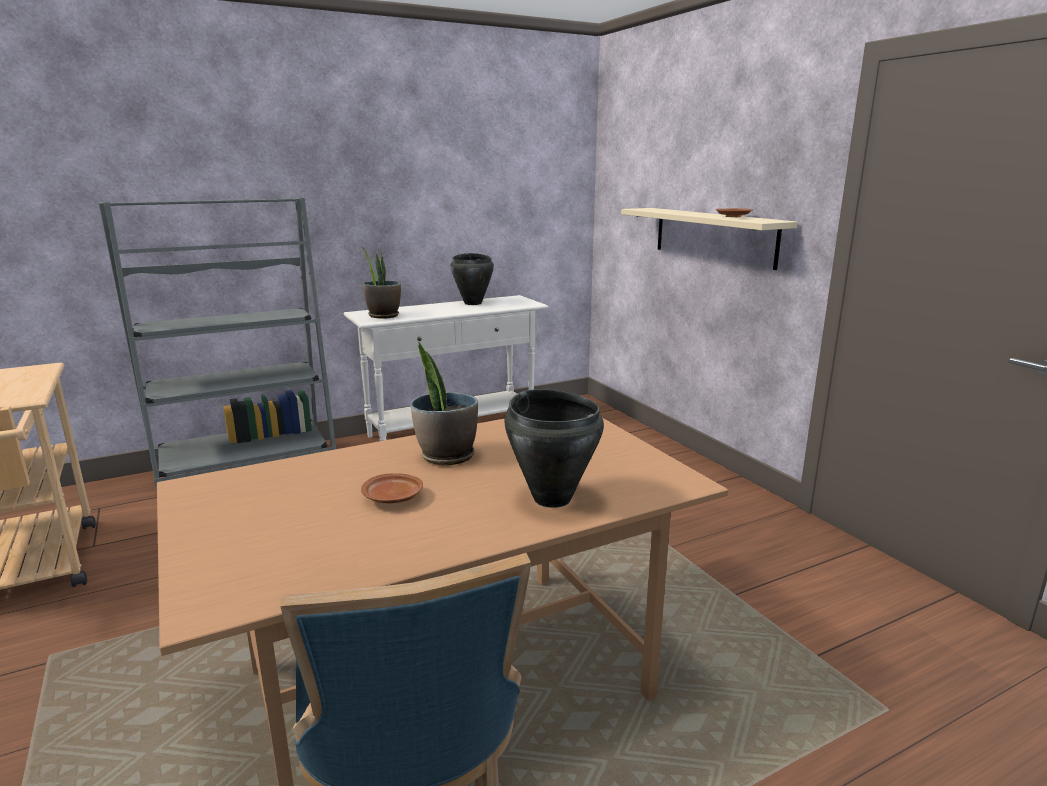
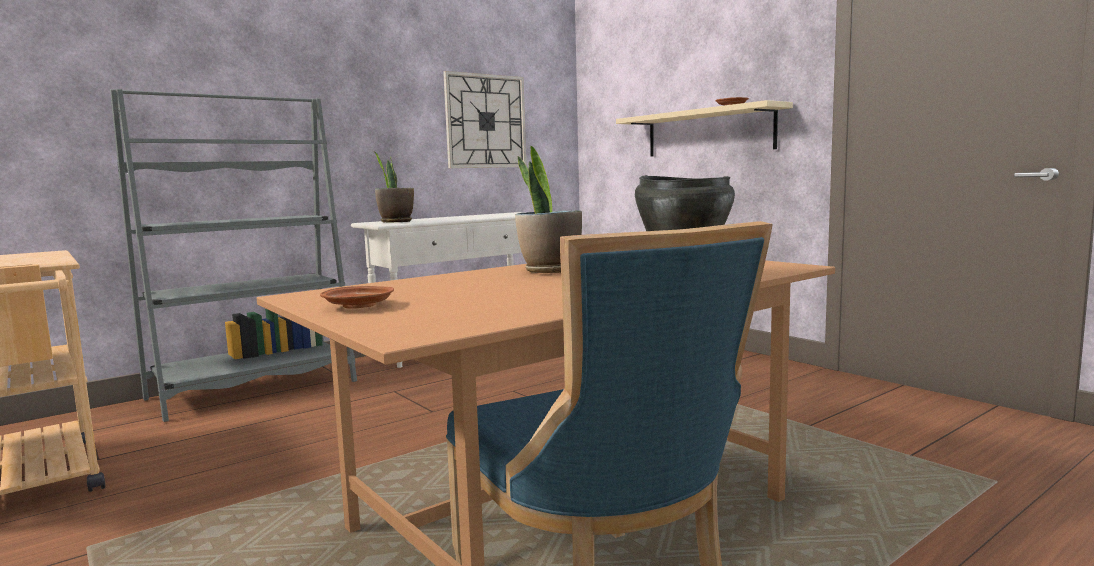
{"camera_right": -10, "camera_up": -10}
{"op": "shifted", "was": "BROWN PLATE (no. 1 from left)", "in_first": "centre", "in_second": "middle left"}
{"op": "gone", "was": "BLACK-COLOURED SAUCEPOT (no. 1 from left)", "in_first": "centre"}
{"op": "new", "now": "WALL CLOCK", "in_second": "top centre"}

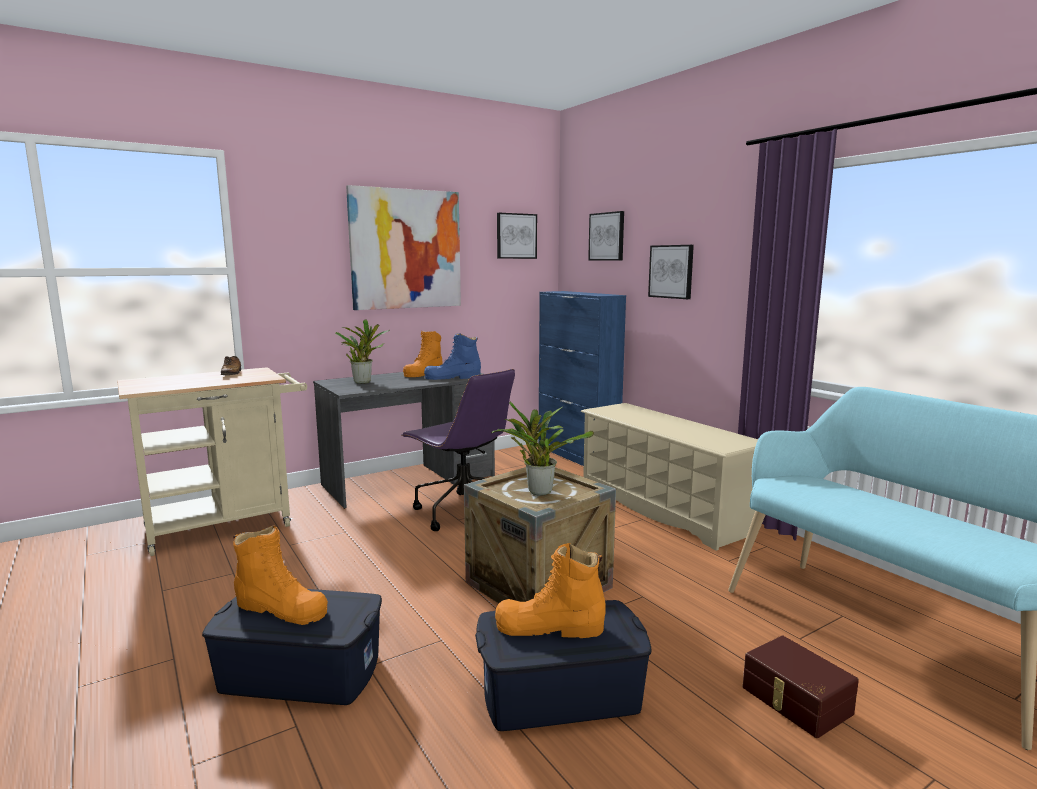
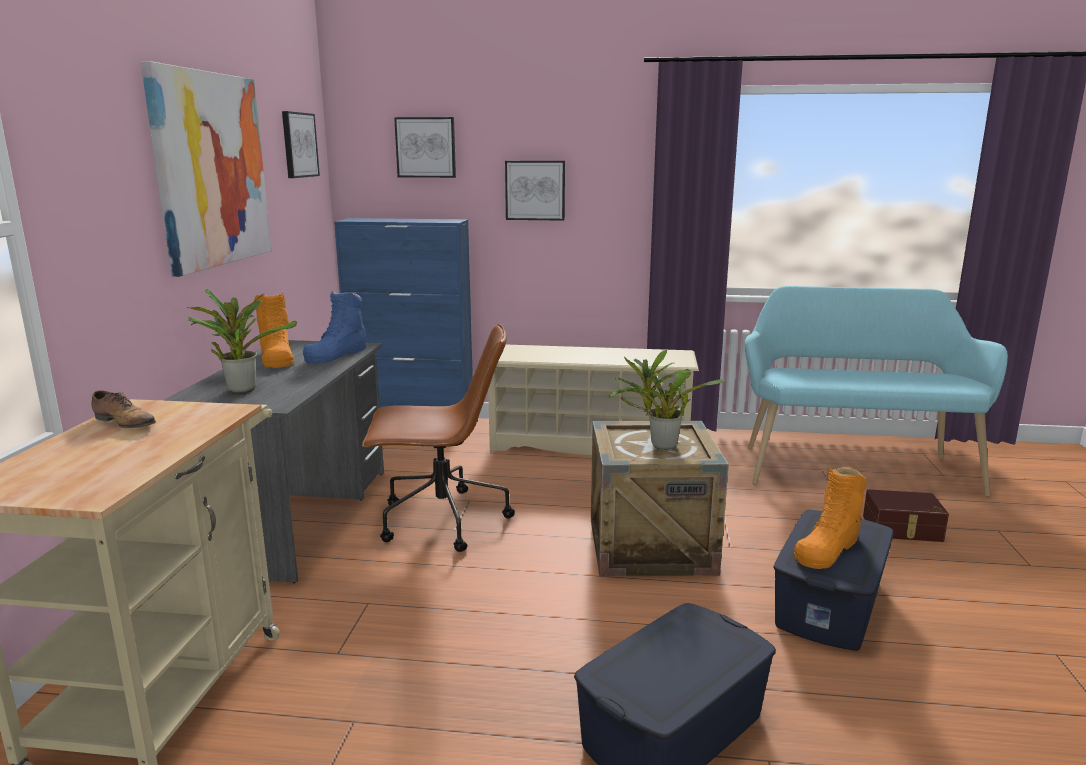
{"camera_right": -50, "camera_up": 5}
{"op": "gone", "was": "ORANGE-COLOURED HIGH-TOP BOOT (no. 1 from left)", "in_first": "bottom left"}
{"op": "repainted", "was": "PURPLE-COLOURED OFFICE CHAIR", "now": "BROWN OFFICE CHAIR", "in_first": "centre", "in_second": "centre"}

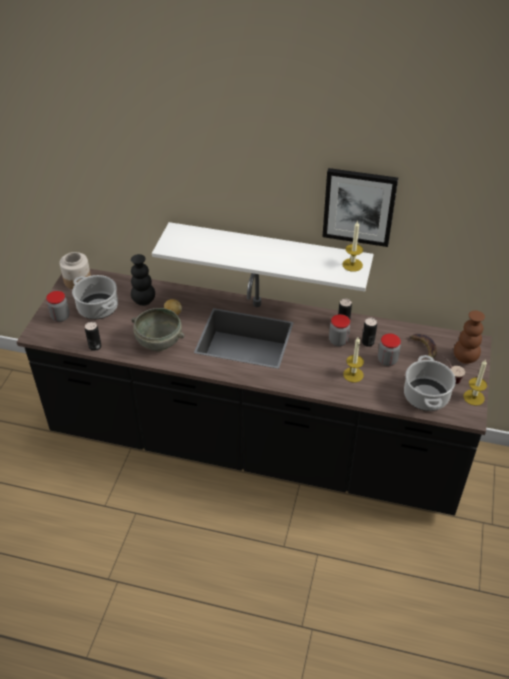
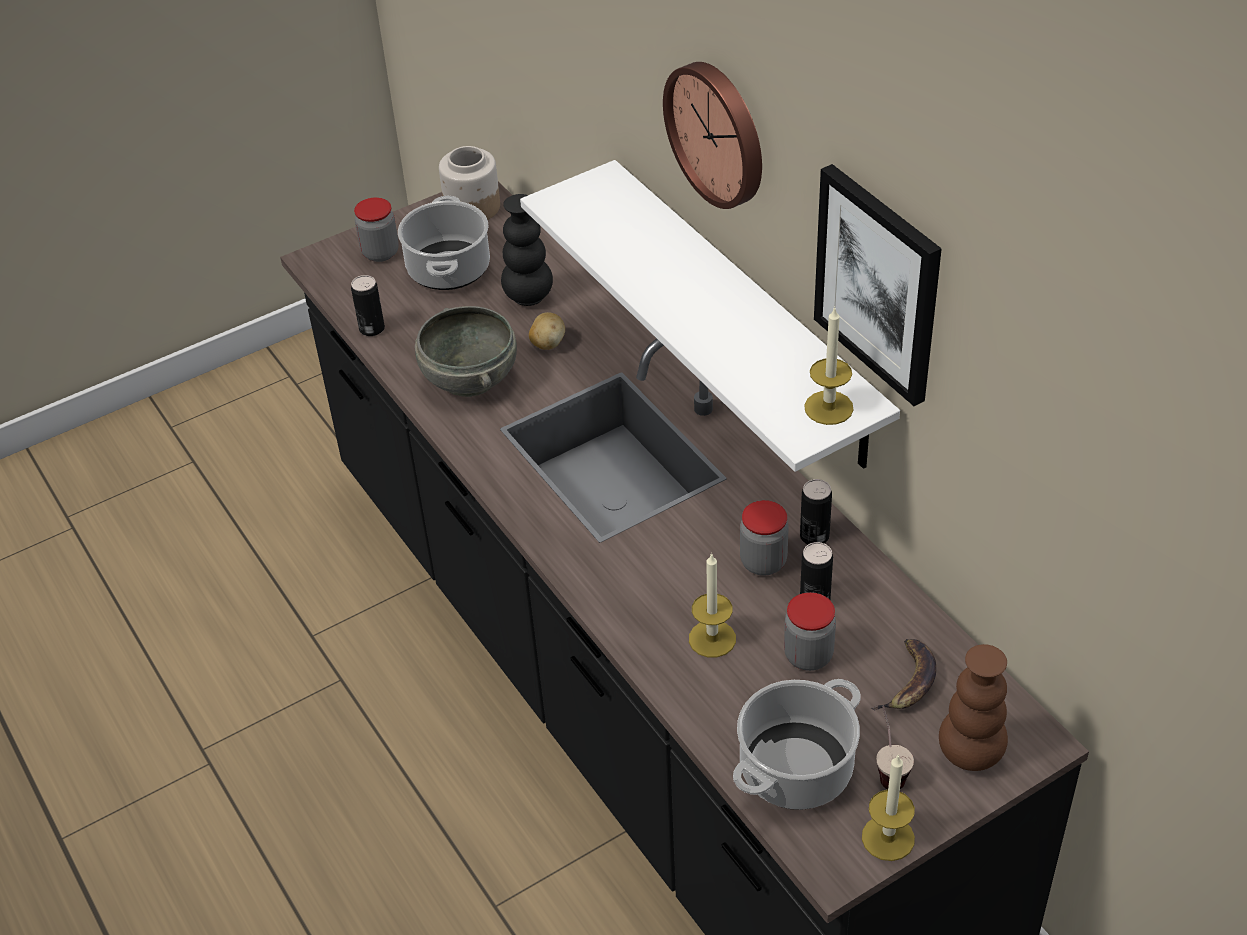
{"camera_right": 45, "camera_up": 0}
{"op": "new", "now": "WALL CLOCK", "in_second": "top centre"}

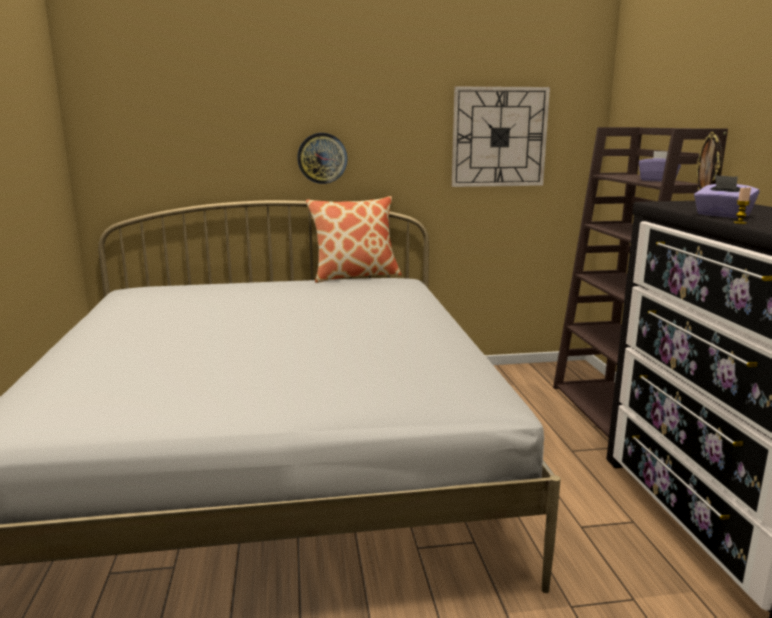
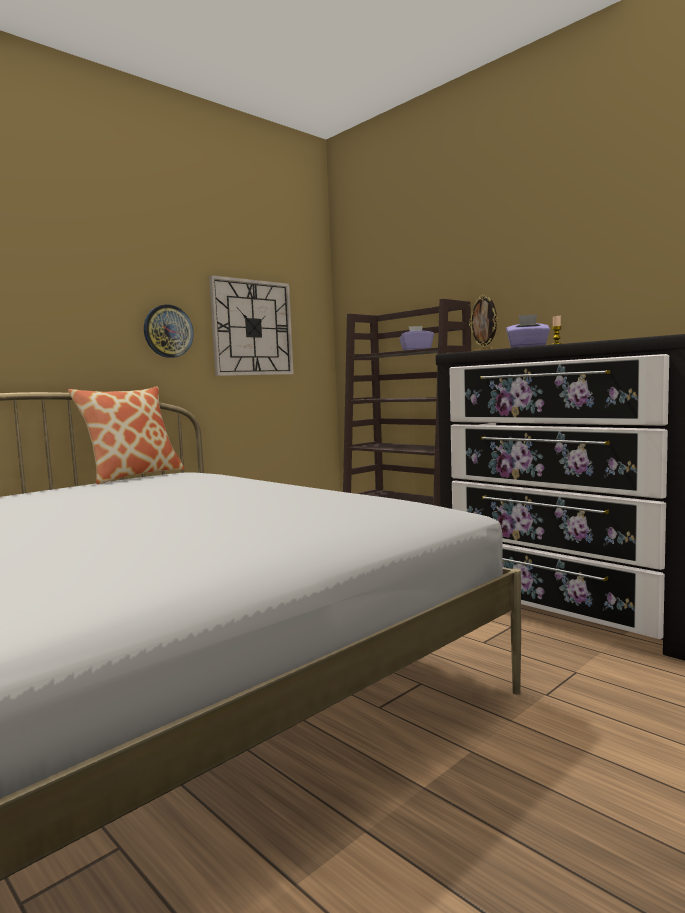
{"camera_right": -35, "camera_up": -10}
{"op": "shifted", "was": "WALL CLOCK (no. 1 from left)", "in_first": "top centre", "in_second": "middle left"}

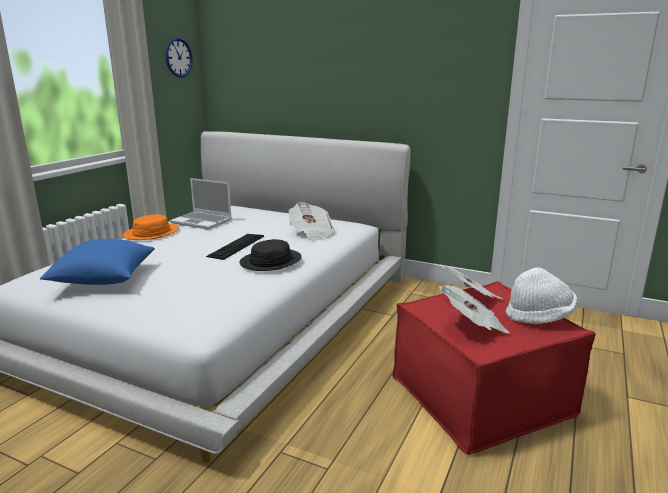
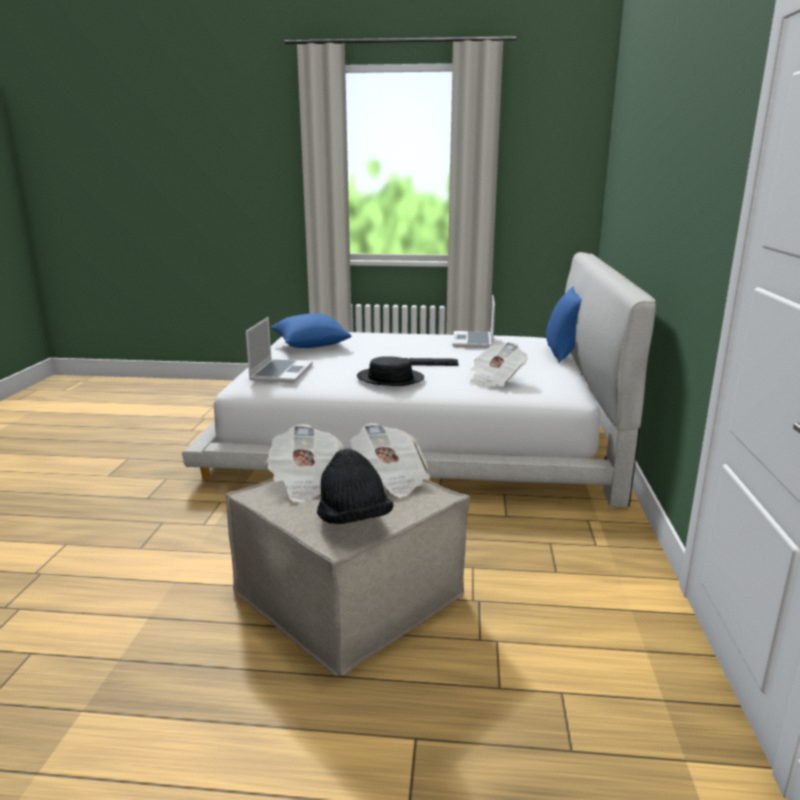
{"camera_right": 70, "camera_up": 0}
{"op": "gone", "was": "ORANGE-COLOURED HAT", "in_first": "middle left"}
{"op": "gone", "was": "WALL CLOCK", "in_first": "top left"}
{"op": "repainted", "was": "REDDISH POUFFE", "now": "SAND-COLOURED POUFFE", "in_first": "bottom right", "in_second": "bottom centre"}
{"op": "repainted", "was": "WHITE HAT", "now": "BLACK-COLOURED HAT (no. 1 from left)", "in_first": "middle right", "in_second": "centre"}
{"op": "new", "now": "PORTABLE COMPUTER (no. 1 from left)", "in_second": "centre"}
{"op": "new", "now": "BLUE THROW PILLOW (no. 2 from left)", "in_second": "middle right"}

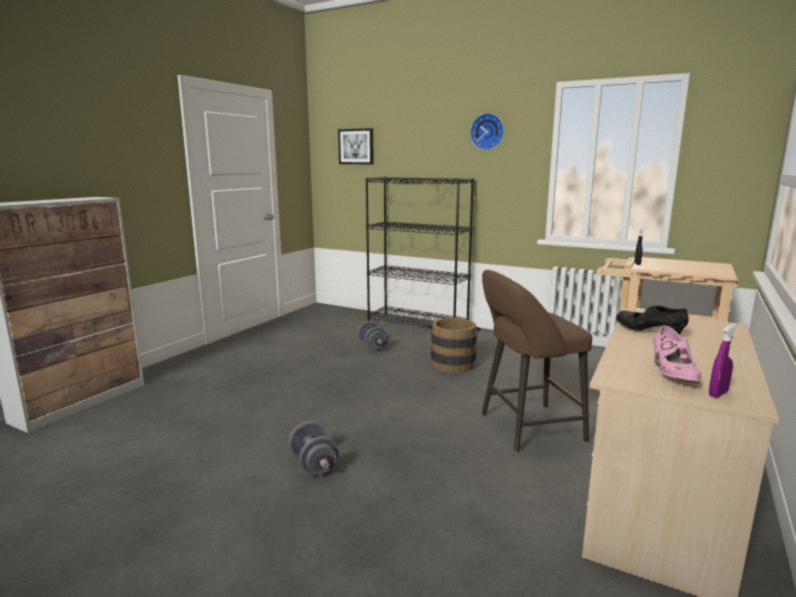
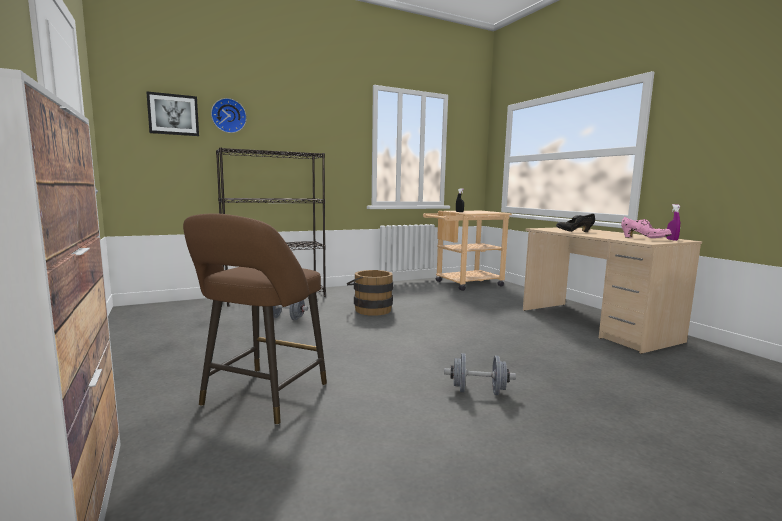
{"camera_right": -55, "camera_up": -5}
{"op": "shifted", "was": "WALL CLOCK", "in_first": "top centre", "in_second": "top left"}
{"op": "shifted", "was": "BROWN STOOL", "in_first": "middle right", "in_second": "middle left"}

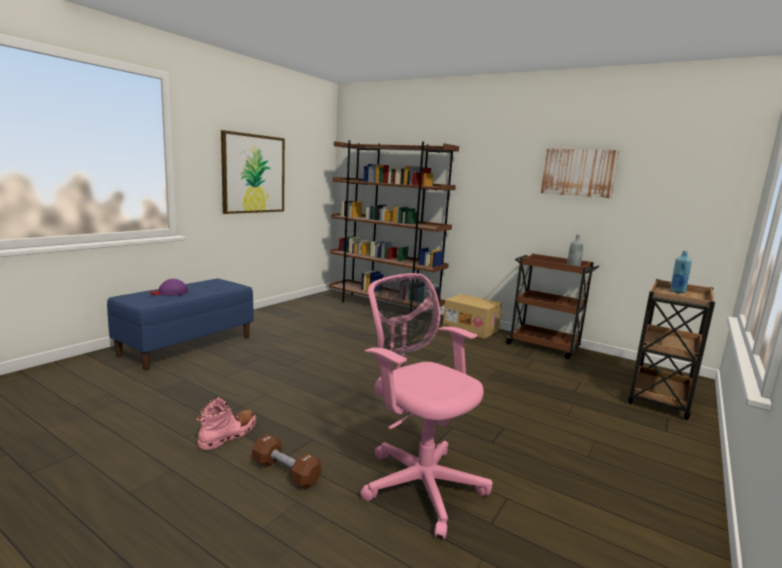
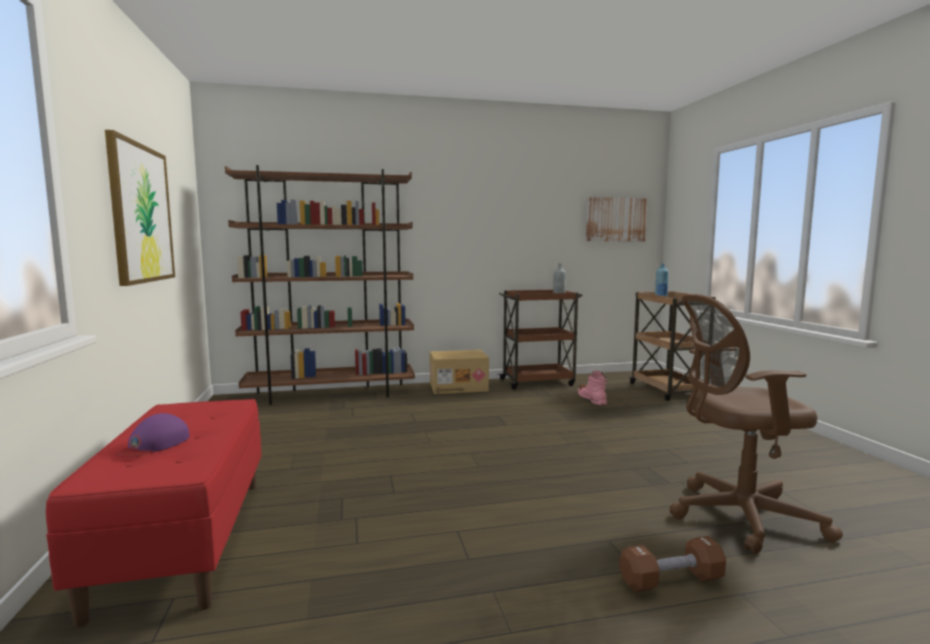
{"camera_right": -45, "camera_up": -5}
{"op": "repainted", "was": "BLUE INDOOR BENCH", "now": "REDDISH INDOOR BENCH", "in_first": "middle left", "in_second": "bottom left"}
{"op": "shifted", "was": "PINKISH HIGH-TOP BOOT", "in_first": "bottom left", "in_second": "centre"}
{"op": "repainted", "was": "PINKISH OFFICE CHAIR", "now": "BROWN OFFICE CHAIR", "in_first": "bottom centre", "in_second": "middle right"}
{"op": "shifted", "was": "PICTURE (no. 2 from left)", "in_first": "top right", "in_second": "centre"}

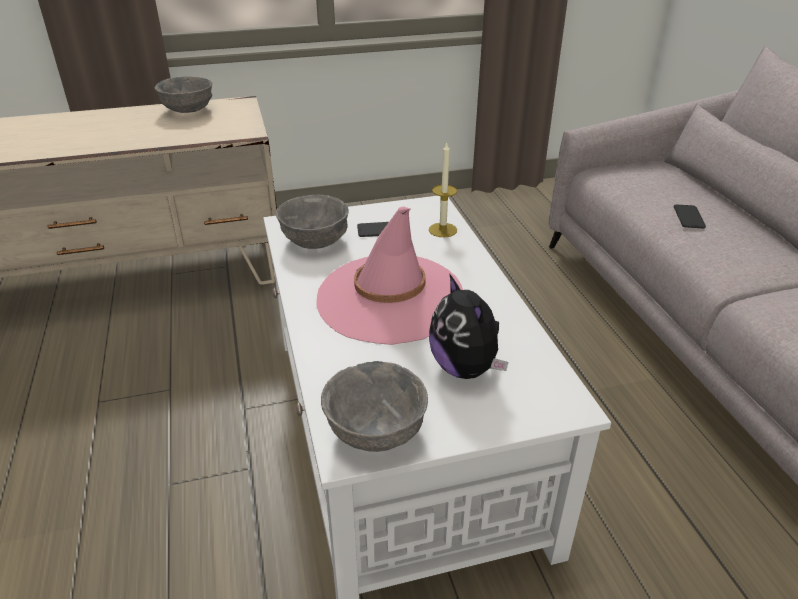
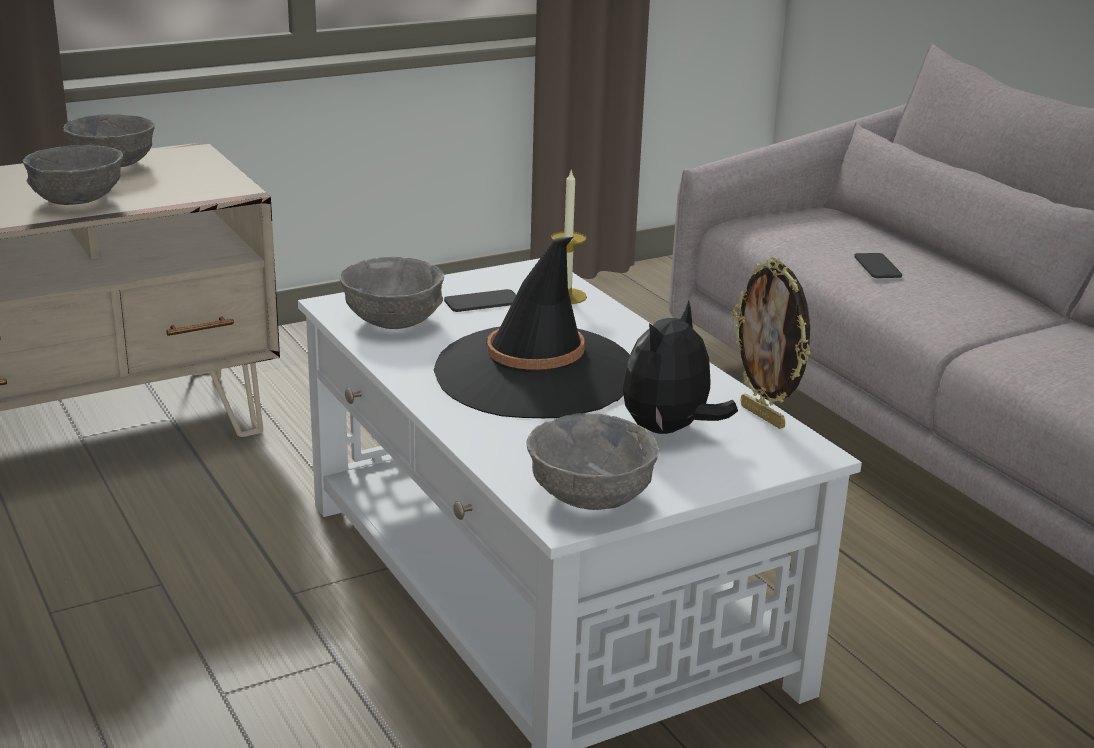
{"camera_right": -15, "camera_up": -10}
{"op": "repainted", "was": "PINKISH HAT", "now": "BLACK-COLOURED HAT", "in_first": "centre", "in_second": "centre"}
{"op": "rotated", "was": "CUDDLY TOY", "in_first": "centre", "in_second": "centre", "clockwise": 75}
{"op": "new", "now": "GREYISH SERVING BOWL (no. 1 from left)", "in_second": "top left"}
{"op": "new", "now": "STANDING FRAME", "in_second": "middle right"}

